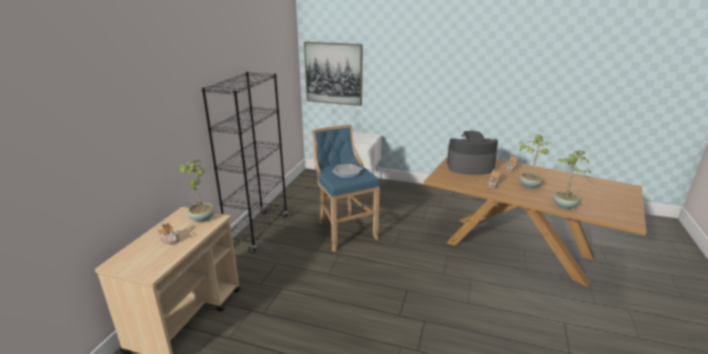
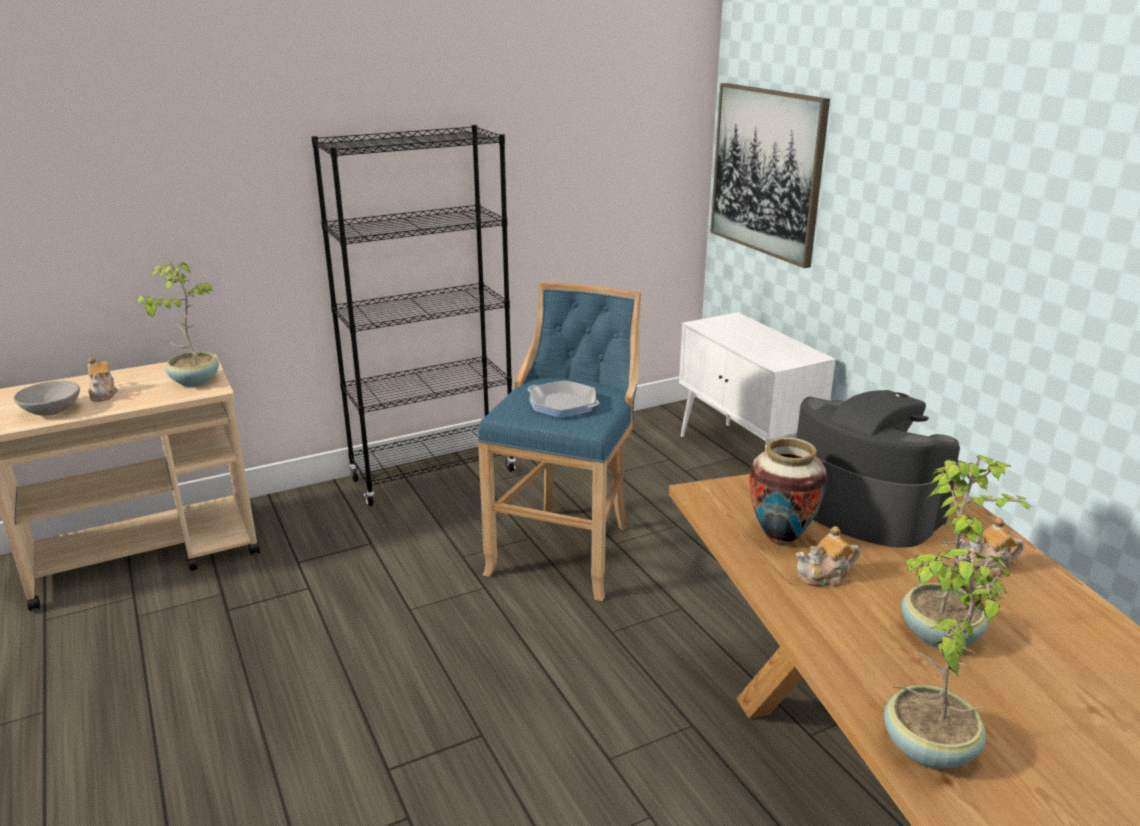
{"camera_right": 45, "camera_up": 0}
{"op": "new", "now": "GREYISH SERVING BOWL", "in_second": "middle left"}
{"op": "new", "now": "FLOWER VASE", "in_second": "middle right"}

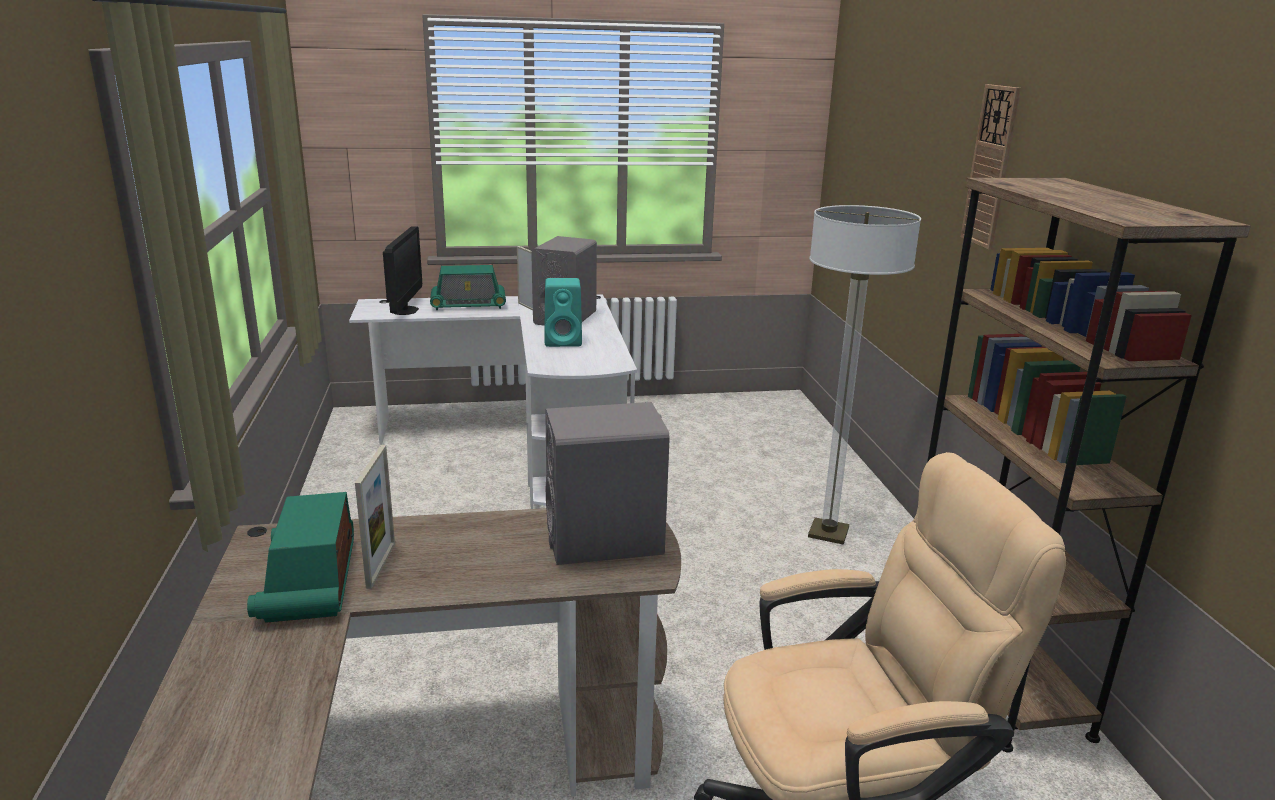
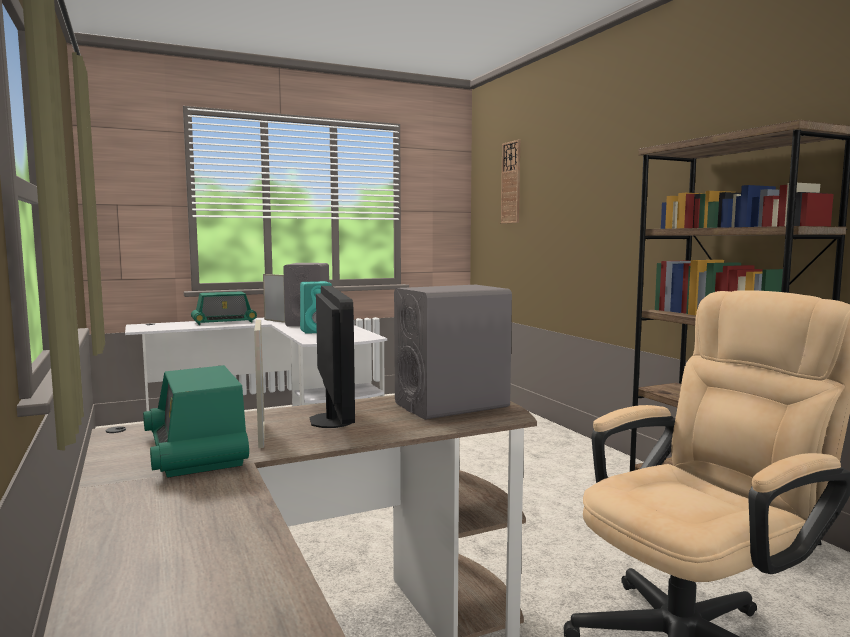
{"camera_right": -15, "camera_up": -15}
{"op": "shifted", "was": "MONITOR", "in_first": "middle left", "in_second": "centre"}
{"op": "gone", "was": "STANDARD LAMP", "in_first": "middle right"}
{"op": "shifted", "was": "WALL CLOCK", "in_first": "top right", "in_second": "top centre"}

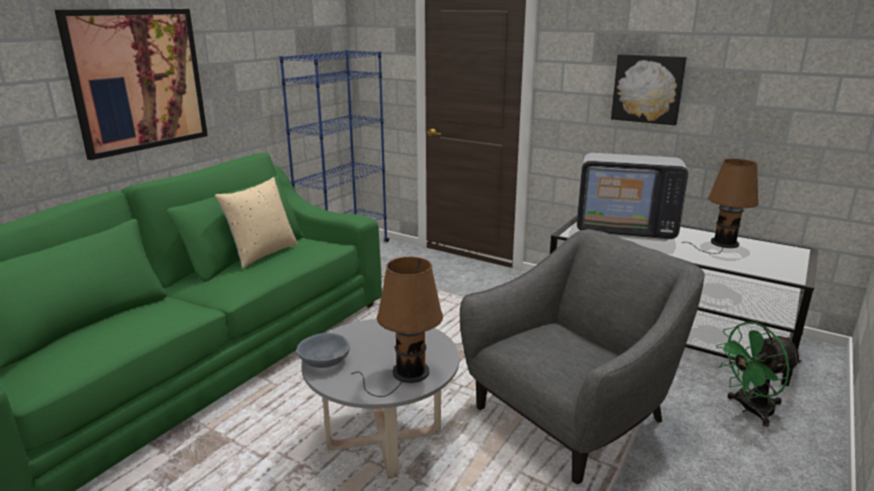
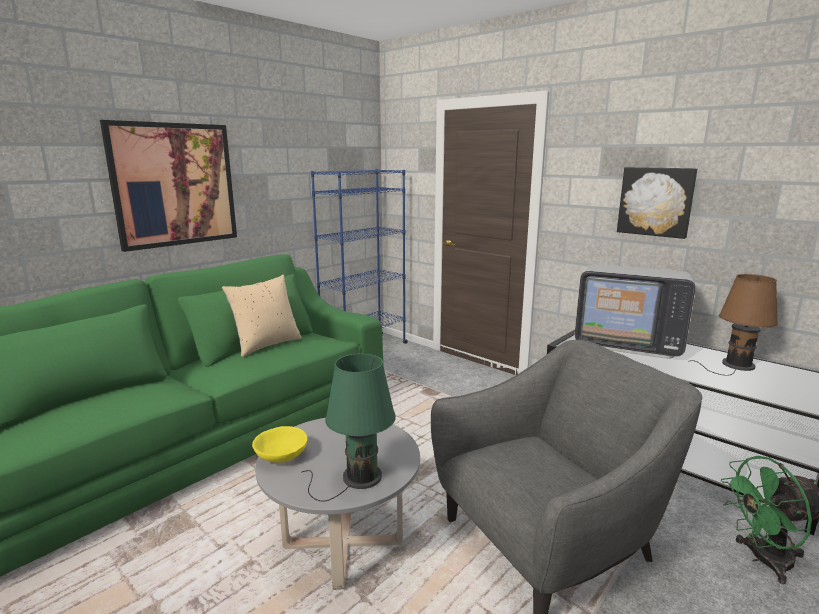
{"camera_right": 10, "camera_up": -5}
{"op": "repainted", "was": "GREYISH SERVING BOWL", "now": "YELLOW SERVING BOWL", "in_first": "bottom centre", "in_second": "bottom centre"}
{"op": "repainted", "was": "BROWN TABLETOP LAMP (no. 1 from left)", "now": "GREEN-COLOURED TABLETOP LAMP", "in_first": "centre", "in_second": "bottom centre"}

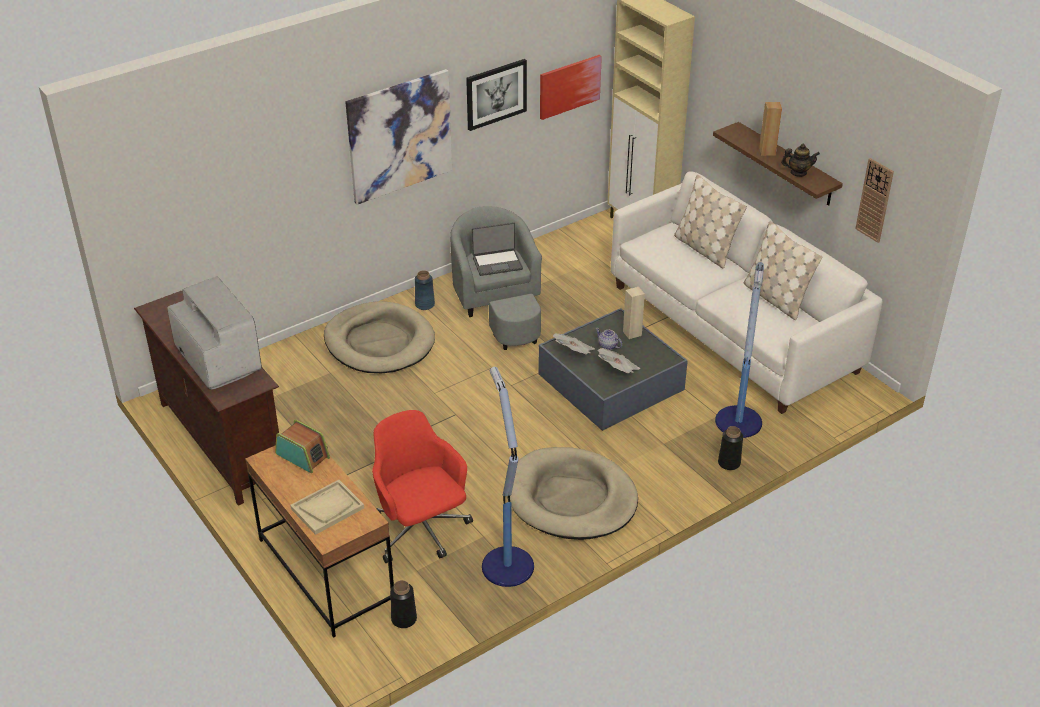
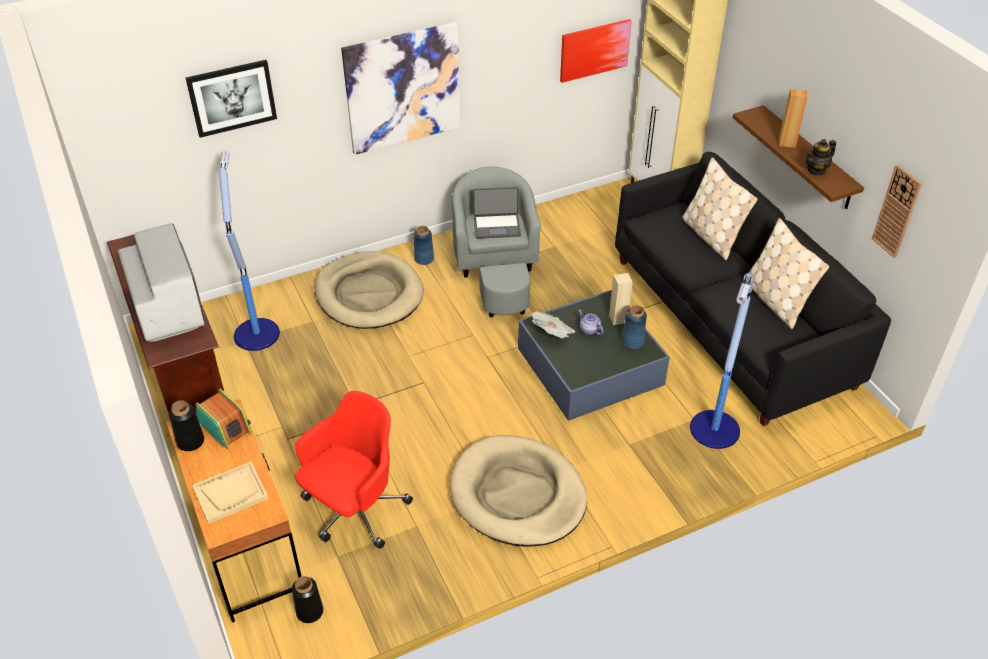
{"camera_right": 10, "camera_up": 5}
{"op": "rotated", "was": "REDDISH OFFICE CHAIR", "in_first": "bottom centre", "in_second": "bottom centre", "clockwise": 60}
{"op": "shifted", "was": "PICTURE (no. 2 from left in the first image)", "now": "PICTURE (no. 1 from left)", "in_first": "top centre", "in_second": "top left"}
{"op": "shifted", "was": "STANDARD LAMP (no. 1 from left)", "in_first": "bottom centre", "in_second": "middle left"}
{"op": "gone", "was": "DAILY PAPER (no. 2 from left)", "in_first": "centre"}
{"op": "repainted", "was": "WHITE SETTEE", "now": "BLACK-COLOURED SETTEE", "in_first": "middle right", "in_second": "middle right"}
{"op": "shifted", "was": "BLACK-COLOURED FLOWER VASE (no. 2 from left in the first image)", "now": "BLACK-COLOURED FLOWER VASE (no. 1 from left)", "in_first": "middle right", "in_second": "middle left"}
{"op": "rotated", "was": "TEAPOT (no. 2 from left)", "in_first": "top right", "in_second": "top right", "clockwise": 135}
{"op": "new", "now": "BLUE FLOWER VASE (no. 2 from left)", "in_second": "centre"}

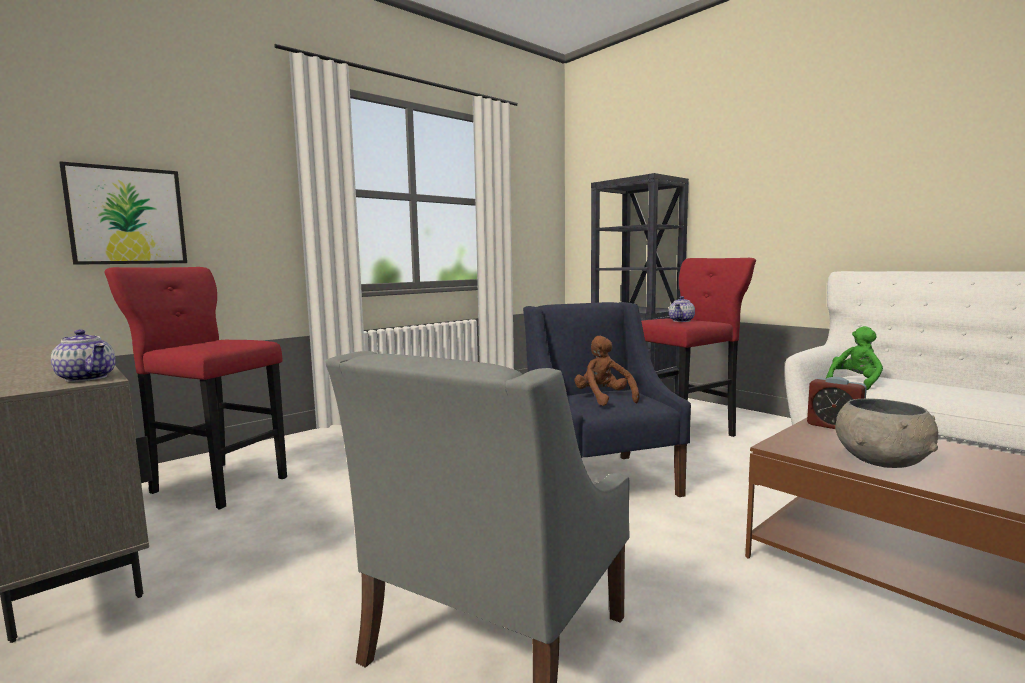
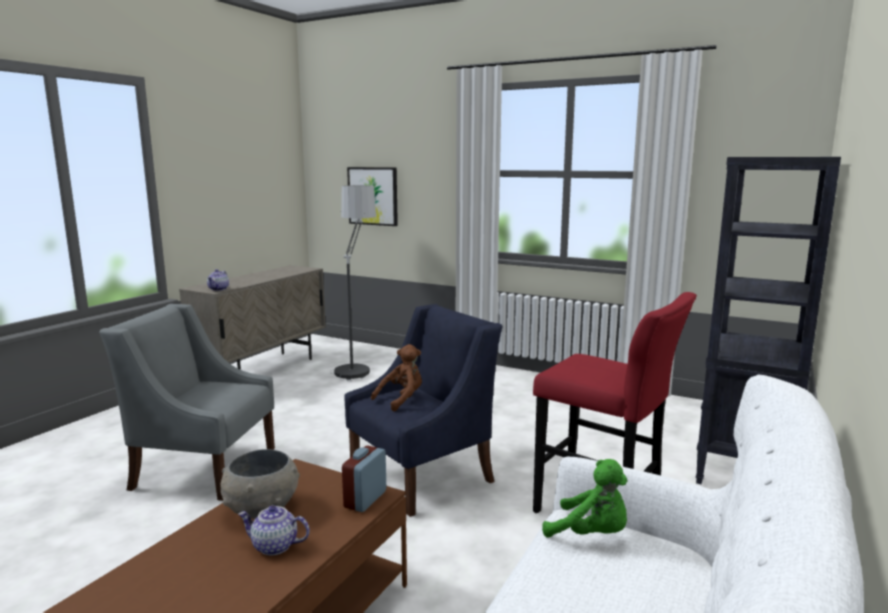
{"camera_right": 70, "camera_up": 5}
{"op": "swapped", "was": "REDDISH STOOL (no. 1 from left)", "now": "STANDARD LAMP", "in_first": "middle left", "in_second": "centre"}
{"op": "shifted", "was": "TEAPOT (no. 2 from left)", "in_first": "centre", "in_second": "bottom left"}

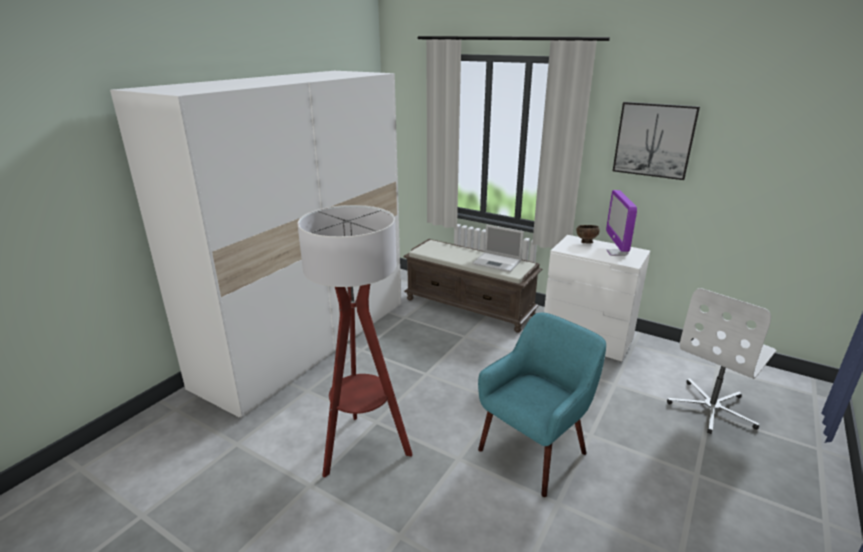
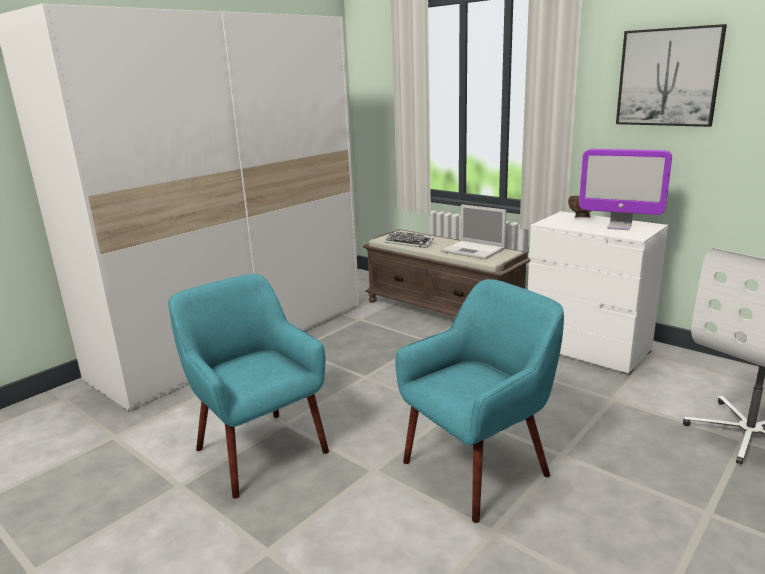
{"camera_right": 10, "camera_up": -5}
{"op": "swapped", "was": "STANDARD LAMP", "now": "TURQUOISE EASY CHAIR (no. 1 from left)", "in_first": "centre", "in_second": "bottom left"}
{"op": "rotated", "was": "MONITOR", "in_first": "middle right", "in_second": "top right", "clockwise": -75}
{"op": "new", "now": "KEYBOARD", "in_second": "centre"}

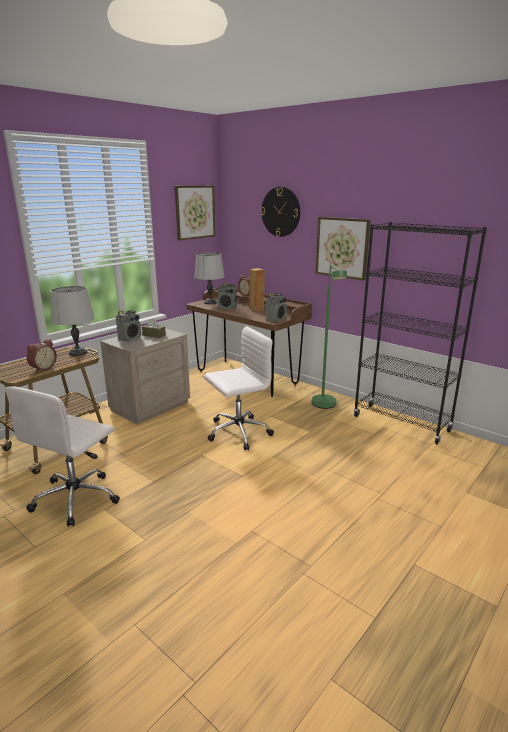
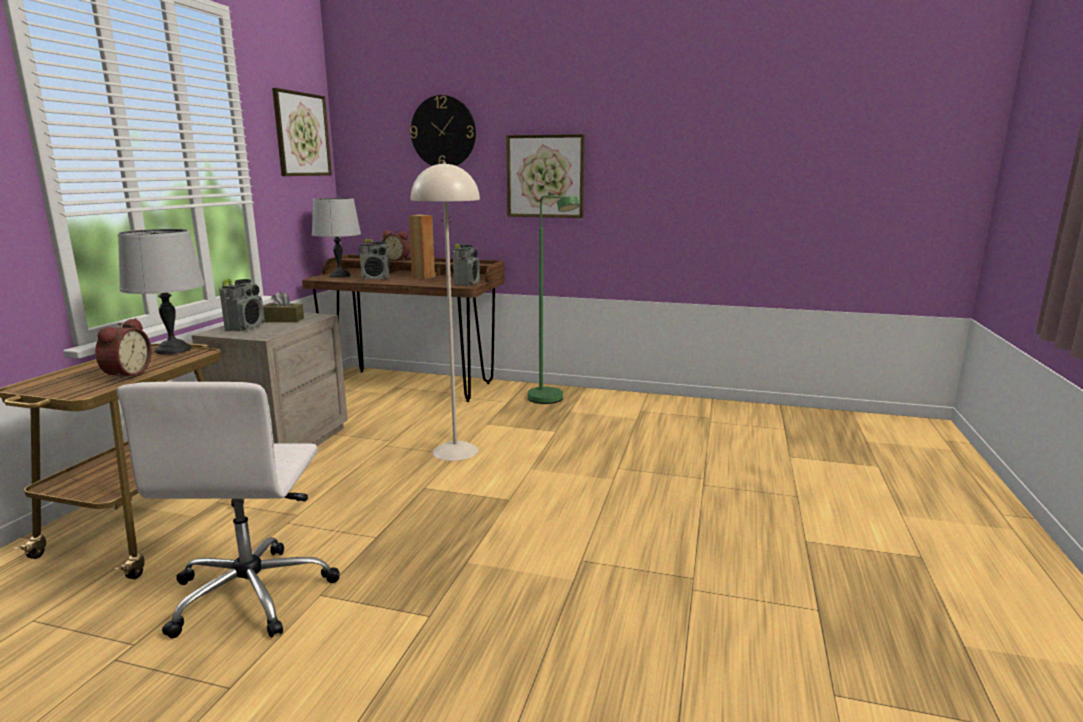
{"camera_right": -25, "camera_up": -5}
{"op": "swapped", "was": "WHITE OFFICE CHAIR (no. 2 from left)", "now": "SAND-COLOURED STANDARD LAMP", "in_first": "centre", "in_second": "centre"}
{"op": "gone", "was": "BLACK-COLOURED BOOKCASE", "in_first": "middle right"}

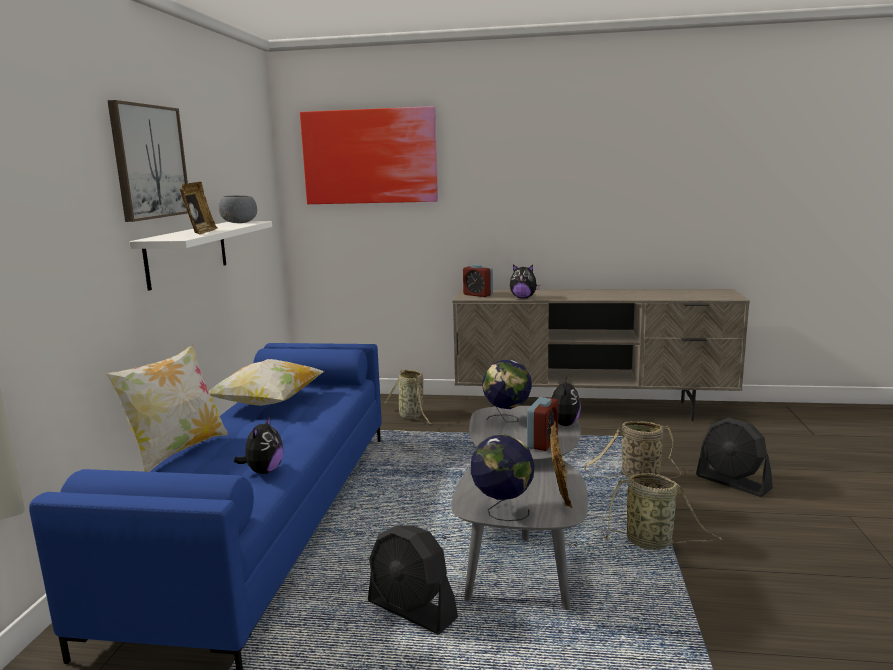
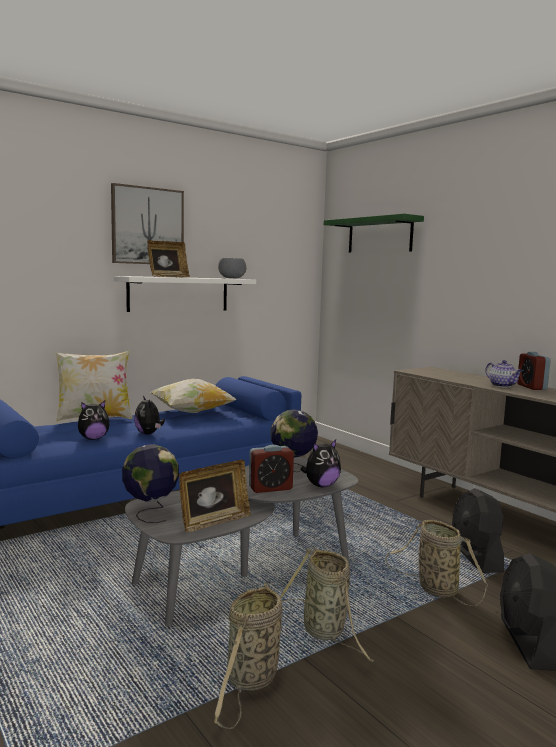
{"camera_right": 45, "camera_up": -5}
{"op": "swapped", "was": "PICTURE (no. 2 from left)", "now": "GREEN-COLOURED SHELF", "in_first": "top centre", "in_second": "top right"}
{"op": "shifted", "was": "BLACK-COLOURED COOLING FAN (no. 1 from left)", "in_first": "bottom centre", "in_second": "bottom right"}
{"op": "shifted", "was": "BASKET (no. 1 from left)", "in_first": "centre", "in_second": "bottom centre"}
{"op": "shifted", "was": "TABLE CLOCK (no. 1 from left in the first image)", "now": "TABLE CLOCK (no. 2 from left)", "in_first": "centre", "in_second": "middle right"}
{"op": "shifted", "was": "CUDDLY TOY (no. 2 from left)", "in_first": "centre", "in_second": "middle left"}
{"op": "new", "now": "TEAPOT", "in_second": "middle right"}

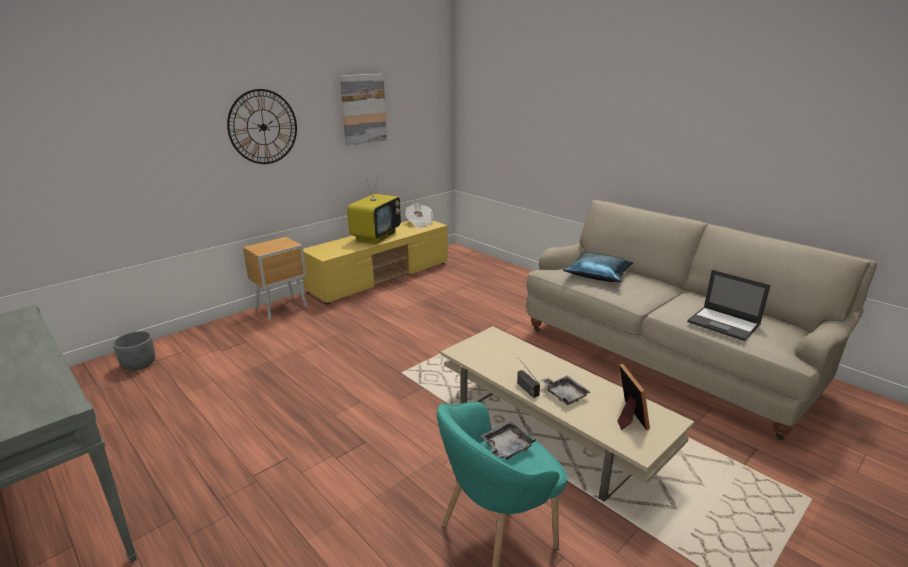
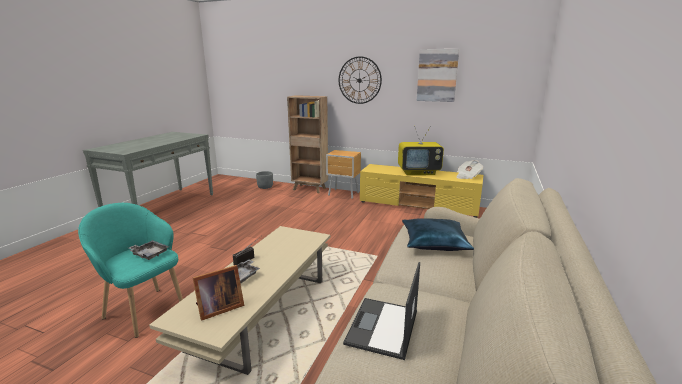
{"camera_right": 65, "camera_up": -5}
{"op": "new", "now": "BROWN BOOKCASE", "in_second": "centre"}

